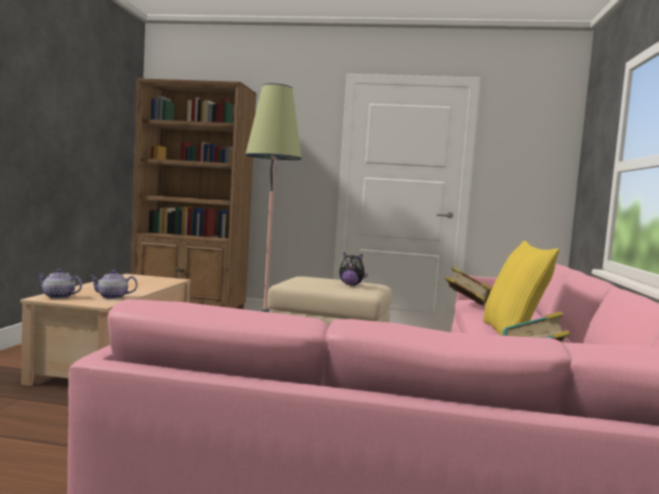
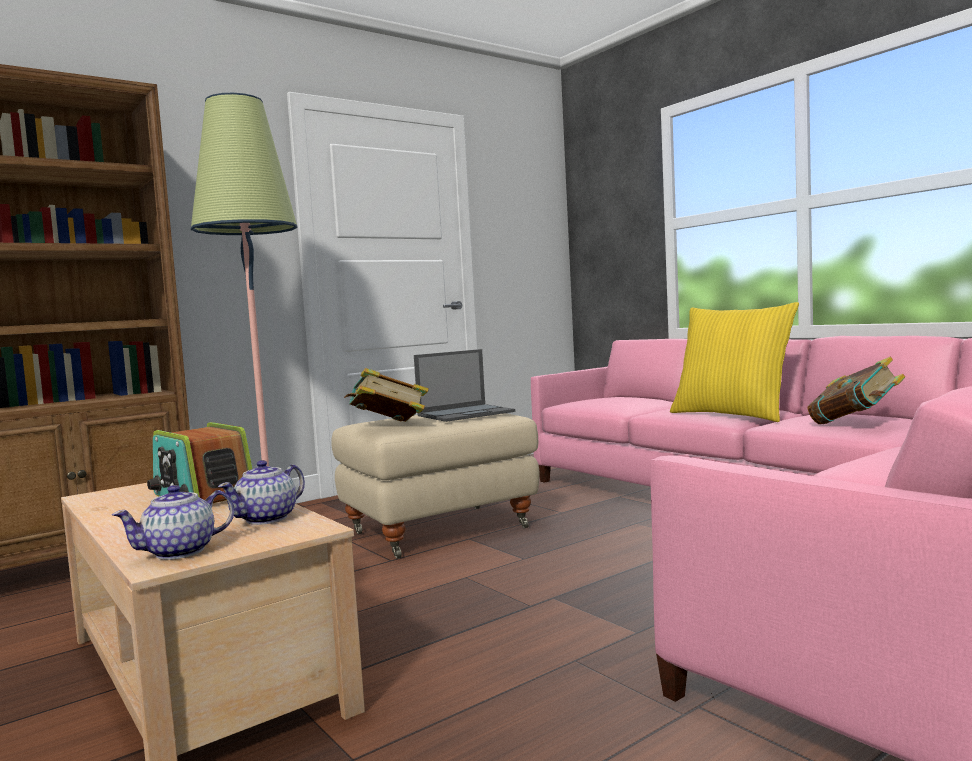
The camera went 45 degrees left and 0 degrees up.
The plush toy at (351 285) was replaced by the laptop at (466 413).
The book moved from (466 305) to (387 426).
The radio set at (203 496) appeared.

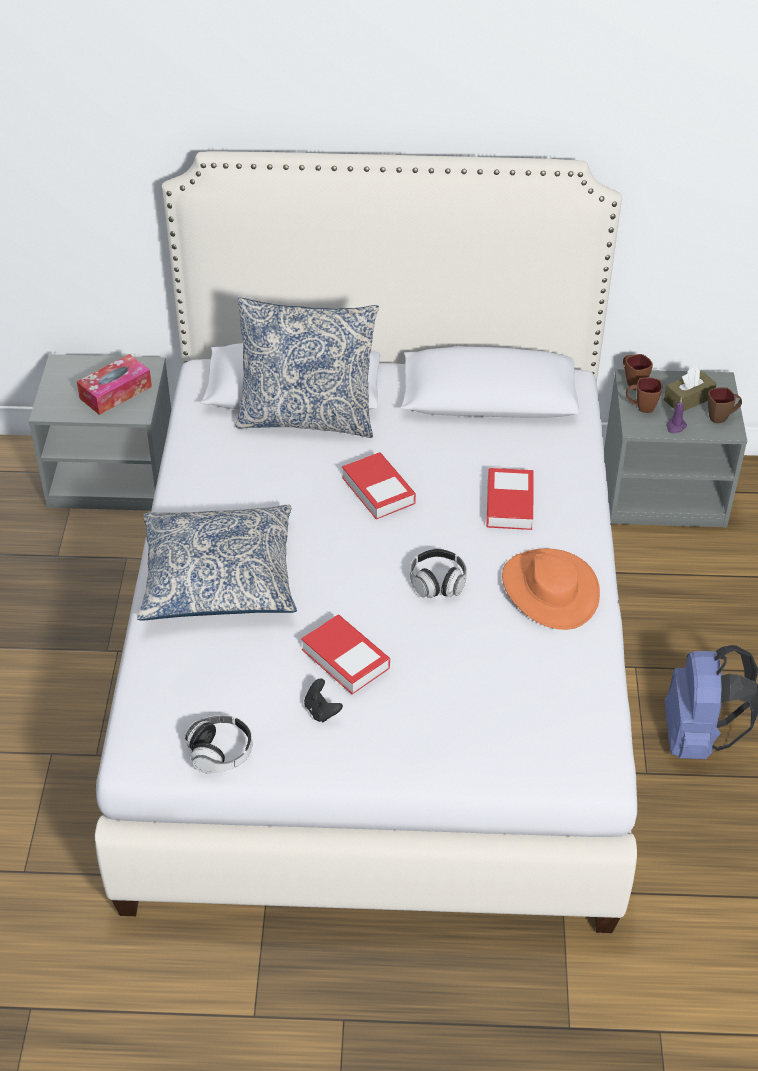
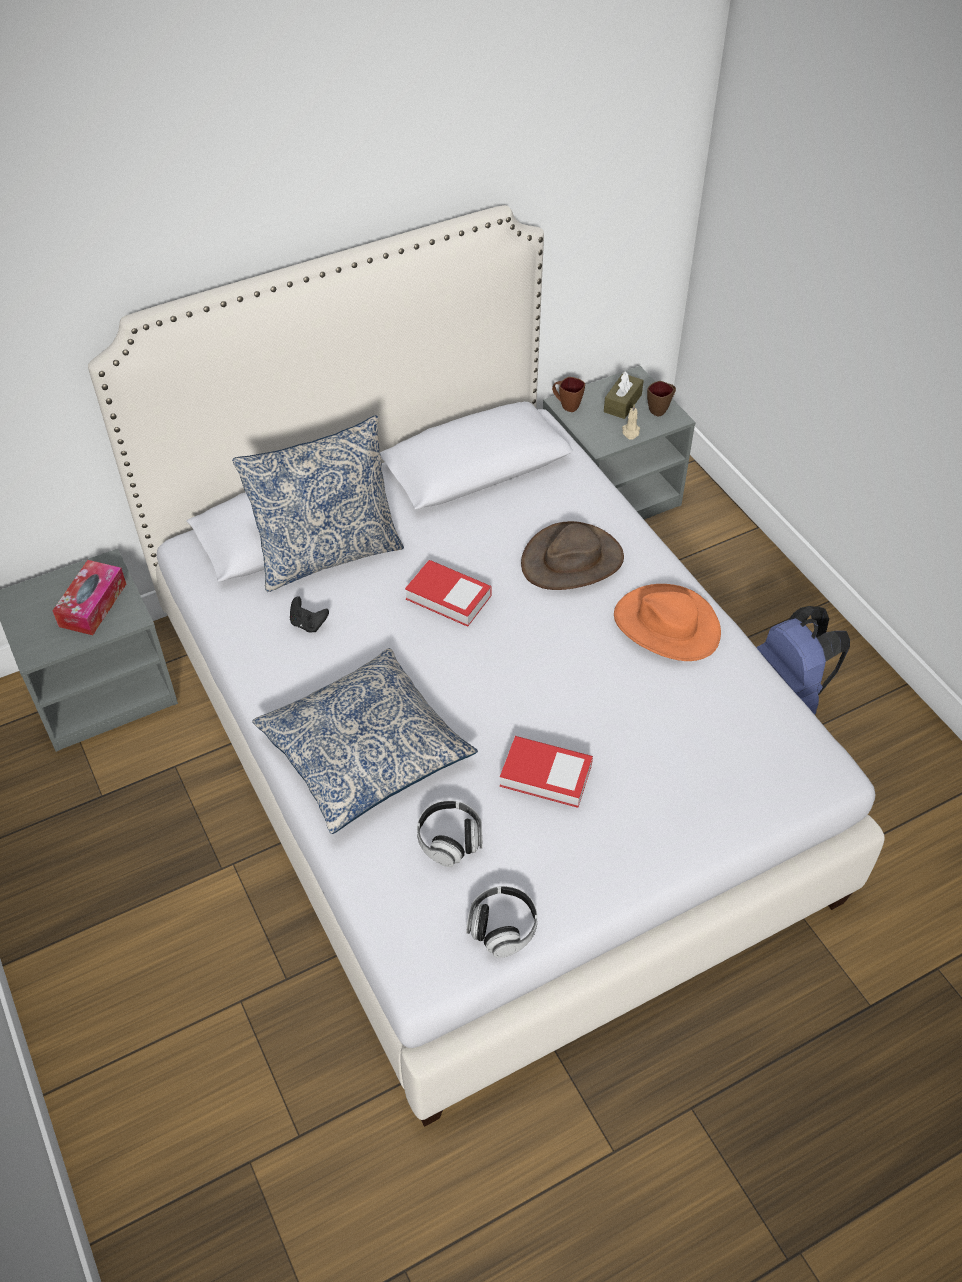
The camera went 30 degrees left and 5 degrees up.
The gamepad (black) moved from (321 711) to (308 624).
The pair of headphones moved from (437 583) to (450 840).
The book at (509 504) was replaced by the wearable hat (brown) at (572 560).
The coffee mug (brown) at (641 407) disappeared.
The wax candle (purplish) at (675 427) became the wax candle (sand-coloured) at (630 432).

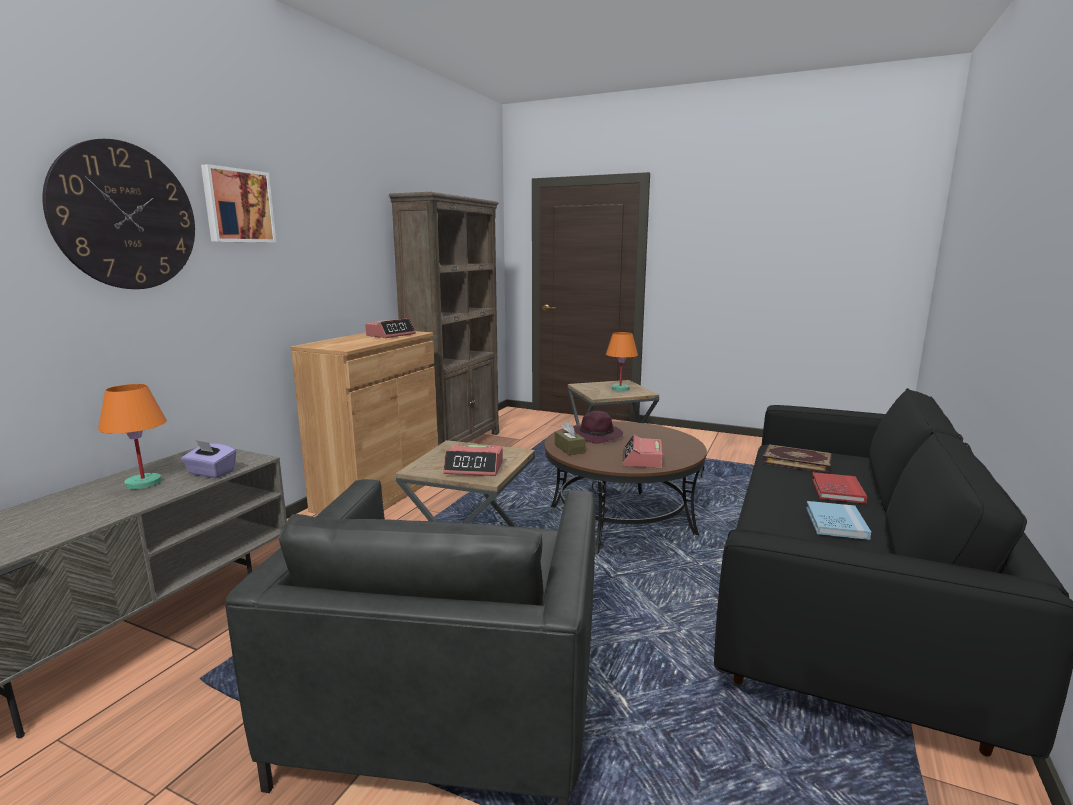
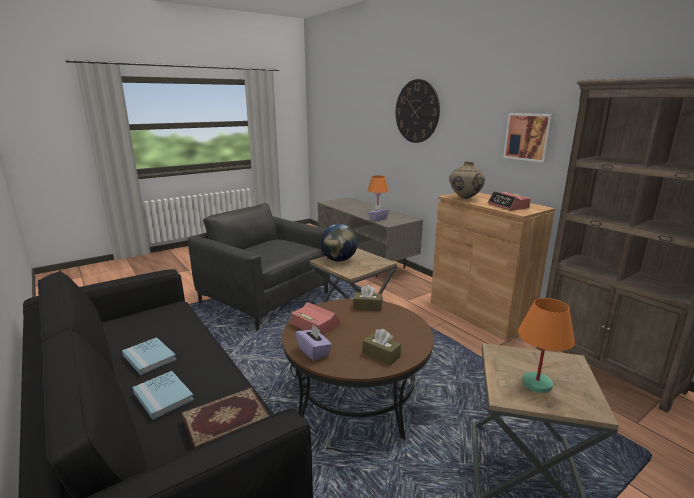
The camera went 120 degrees right and 5 degrees up.
The picture moved from (238 206) to (528 137).
The bedside clock at (474 468) was replaced by the desk globe at (339 260).
The wearable hat (purplish) at (597 436) disappeared.
The book (reddish) at (837 490) became the book (blue) at (163 396).
The box of tissues (purplish) at (314 352) appeared.
The box of tissues (brown) at (381 355) appeared.
The vase (sand-coloured) at (464 198) appeared.

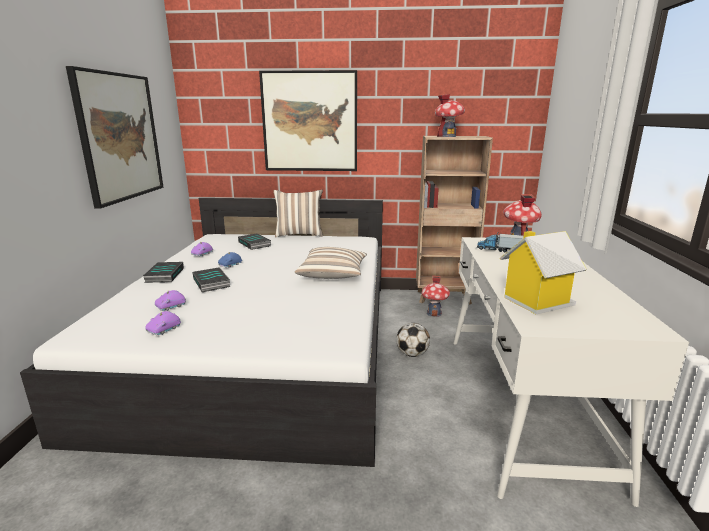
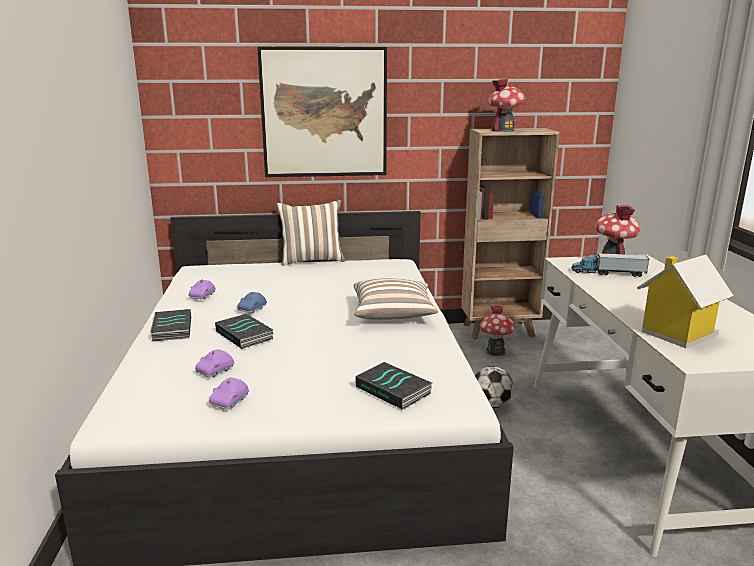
The camera went 10 degrees left and 0 degrees up.
The picture at (120 137) disappeared.
The book moved from (255 244) to (394 390).

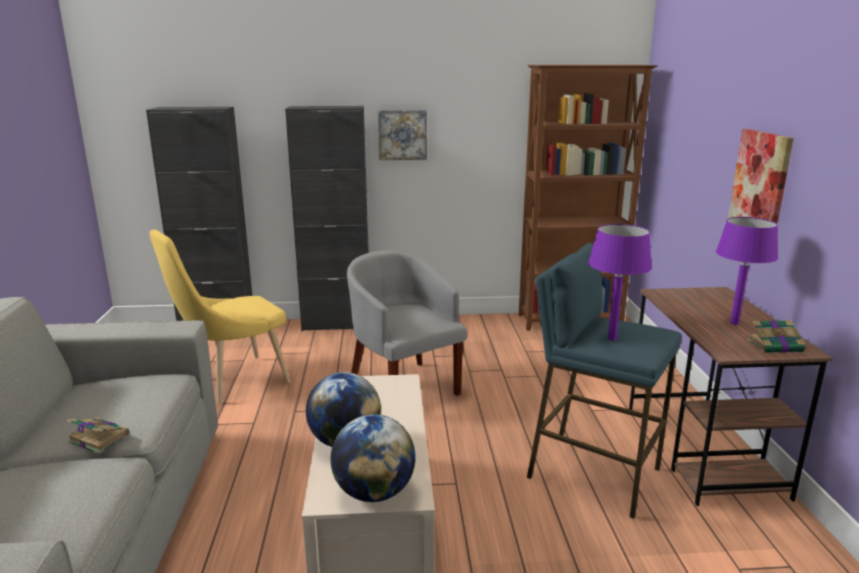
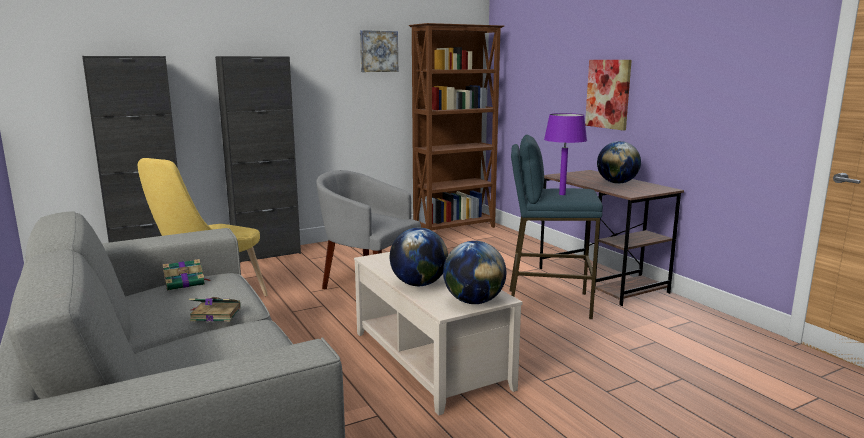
The camera went 25 degrees left and 5 degrees down.
The picture moved from (402 134) to (378 51).
The tabletop lamp (purplish) at (734 323) was replaced by the desk globe at (617 183).
The book moved from (776 346) to (185 283).

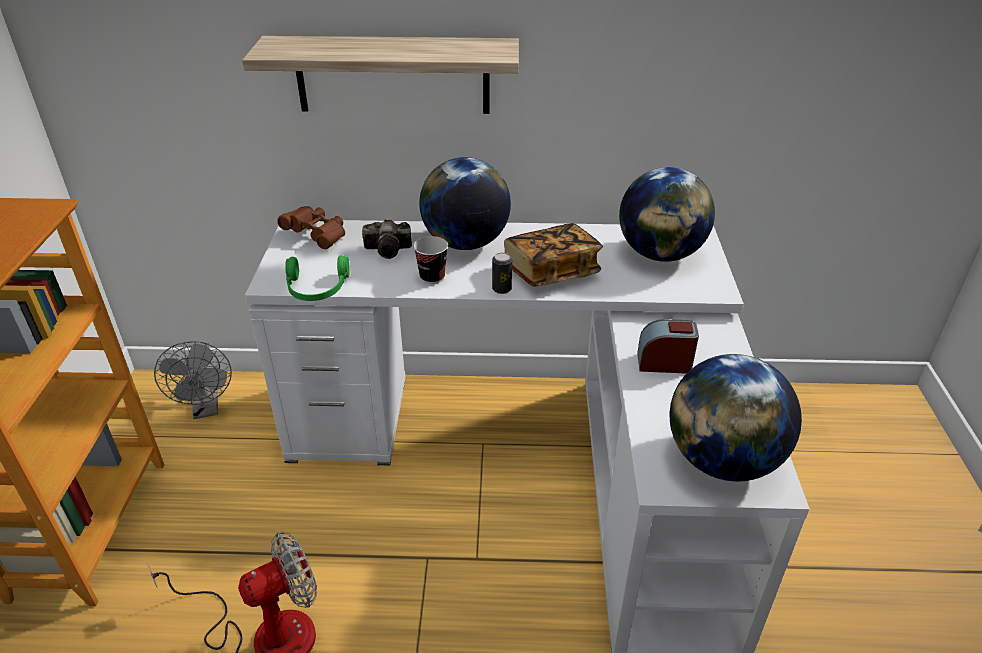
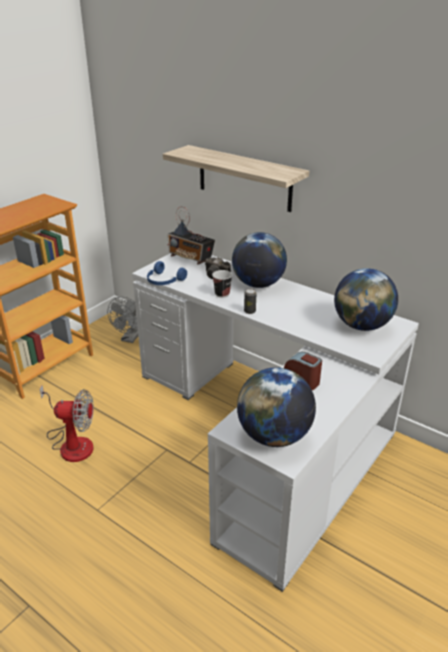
The camera went 35 degrees right and 5 degrees down.
The binoculars (brown) at (317 236) was replaced by the radio set at (191 258).
The pair of headphones (green-coloured) at (317 289) became the pair of headphones (blue) at (164 281).
The book at (551 272) disappeared.

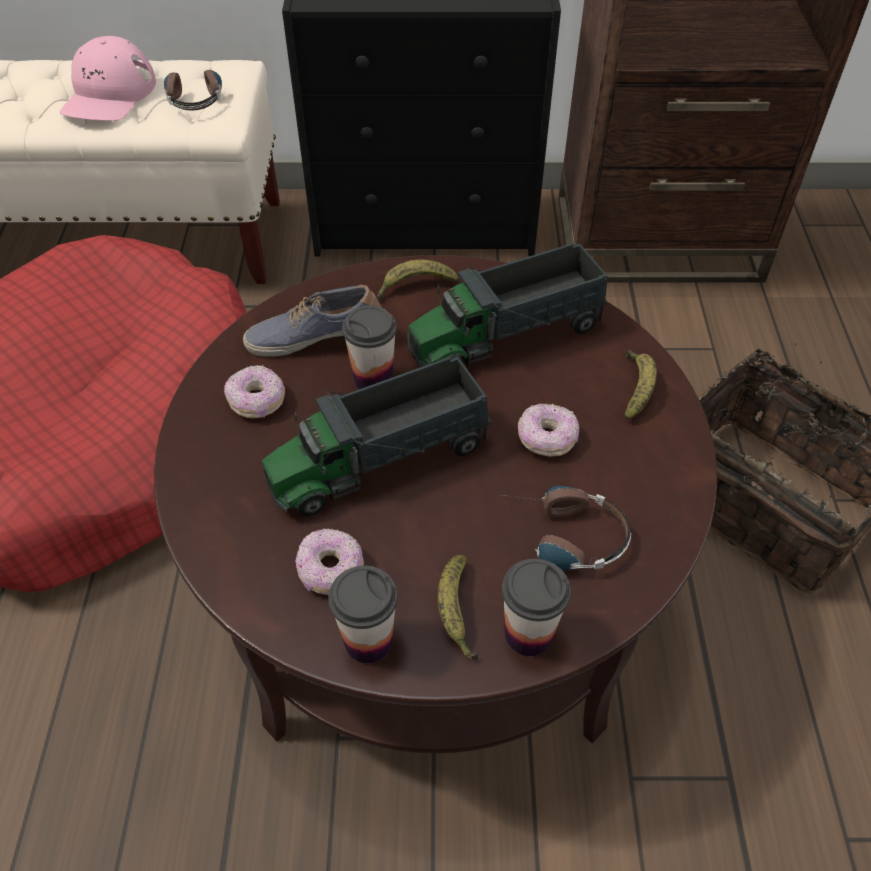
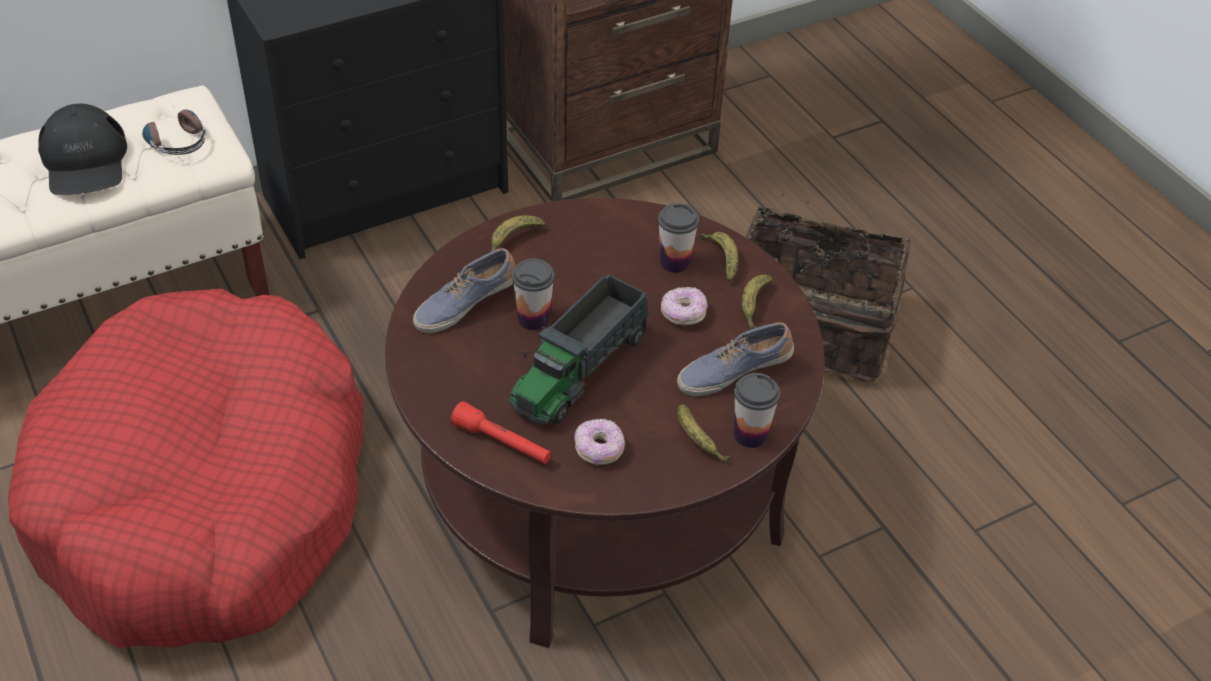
The camera went 30 degrees left and 5 degrees down.
The baseball cap (pink-coloured) at (109 94) became the baseball cap (black) at (85 161).
The ring doughnut at (257 401) disappeared.
The cup moved from (368 641) to (674 262).
The toy lorry at (506 336) disappeared.
The pair of headphones at (560 537) was replaced by the shoe at (733 372).
The flashlight (reddish) at (502 443) appeared.
The banana at (753 306) appeared.

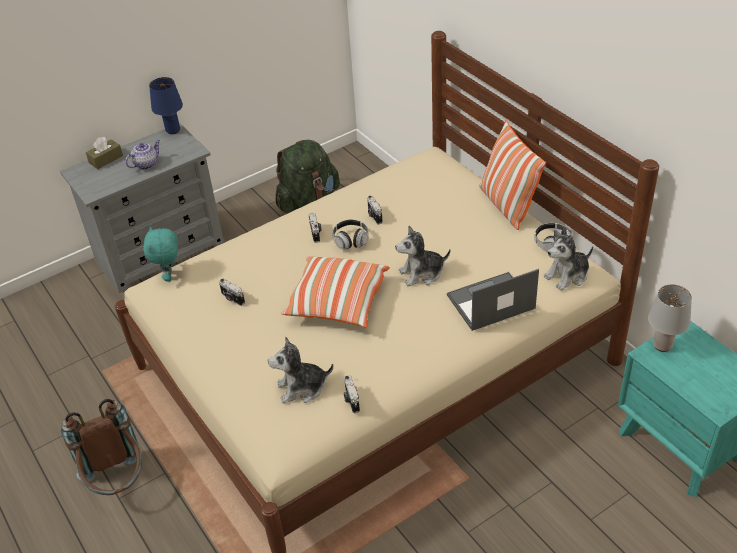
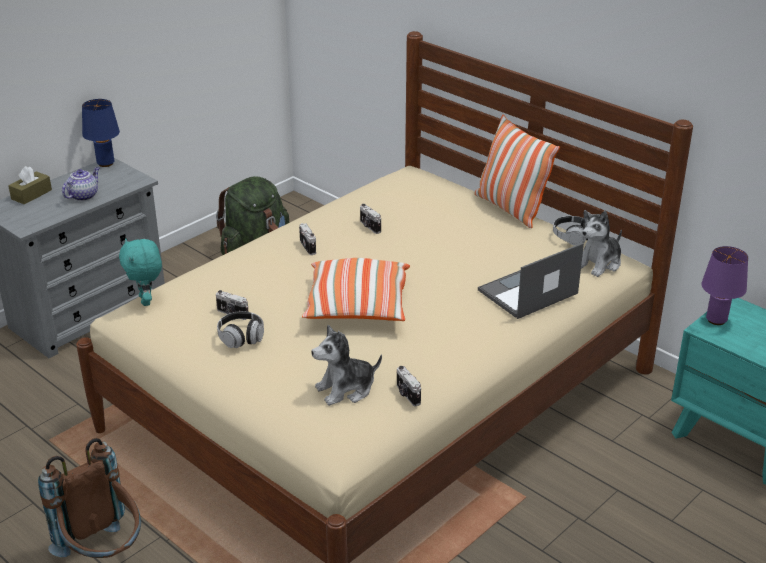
The camera went 15 degrees left and 10 degrees down.
The pair of headphones moved from (351 240) to (241 338).
The plush toy at (422 273) disappeared.
The tabletop lamp (gray) at (663 345) became the tabletop lamp (purplish) at (716 320).

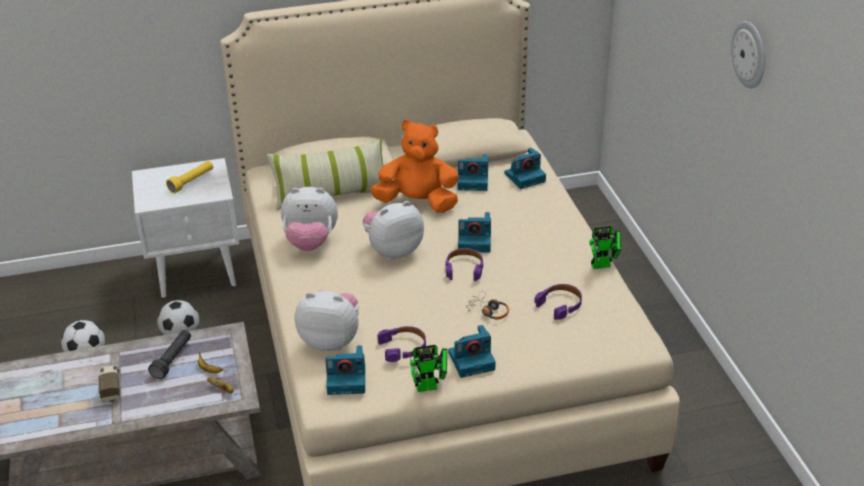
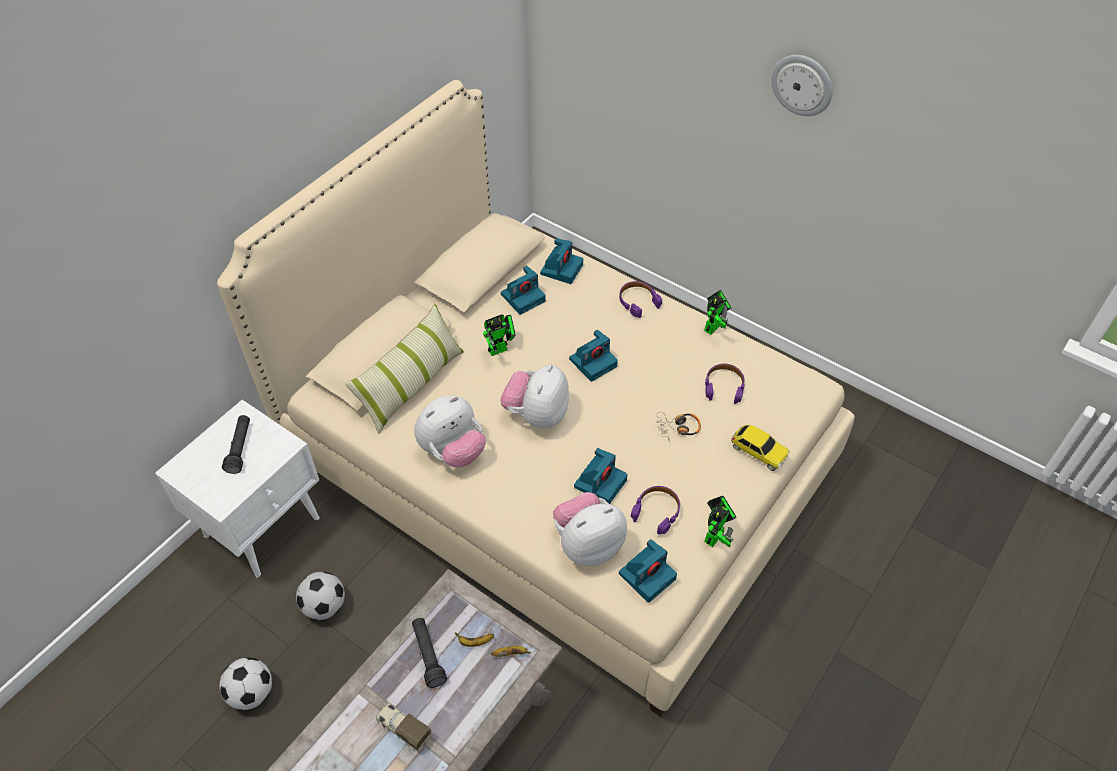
The camera went 40 degrees left and 15 degrees up.
The flashlight (yellowish) at (191 182) became the flashlight (black) at (240 448).
The plush toy (orangey) at (418 203) was replaced by the robot figure at (500 349).
The pair of headphones (purplish) moved from (464 268) to (638 302).
The still camera moved from (472 360) to (600 482).
The toy car at (758 451) appeared.

